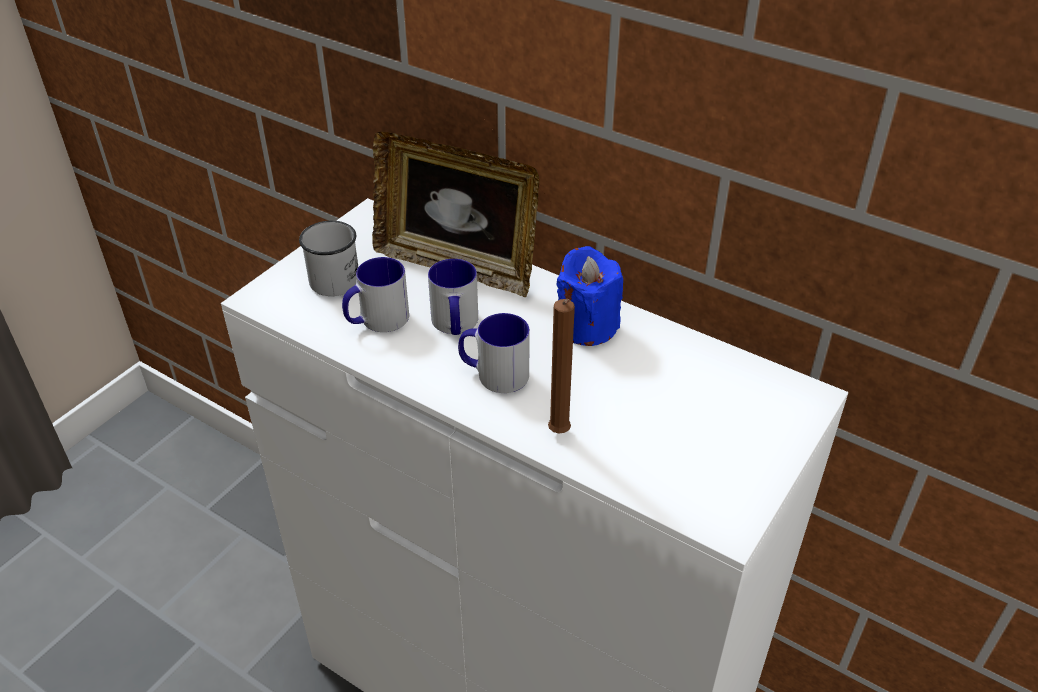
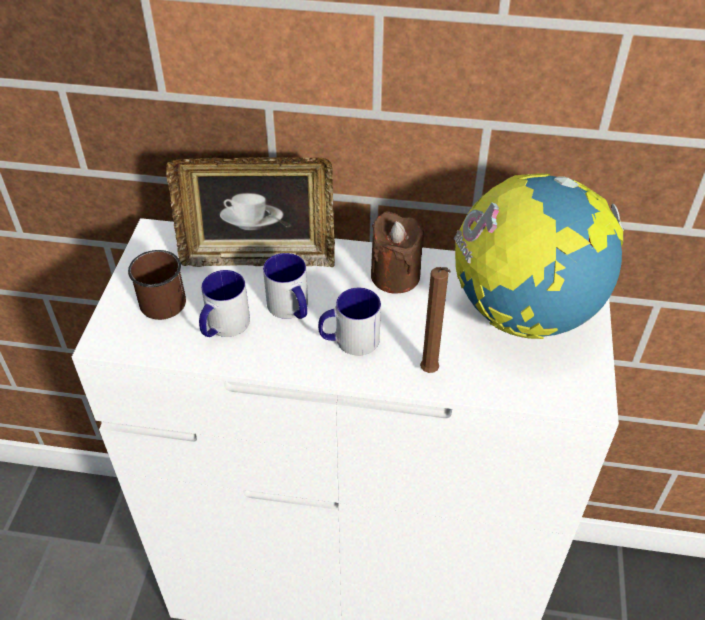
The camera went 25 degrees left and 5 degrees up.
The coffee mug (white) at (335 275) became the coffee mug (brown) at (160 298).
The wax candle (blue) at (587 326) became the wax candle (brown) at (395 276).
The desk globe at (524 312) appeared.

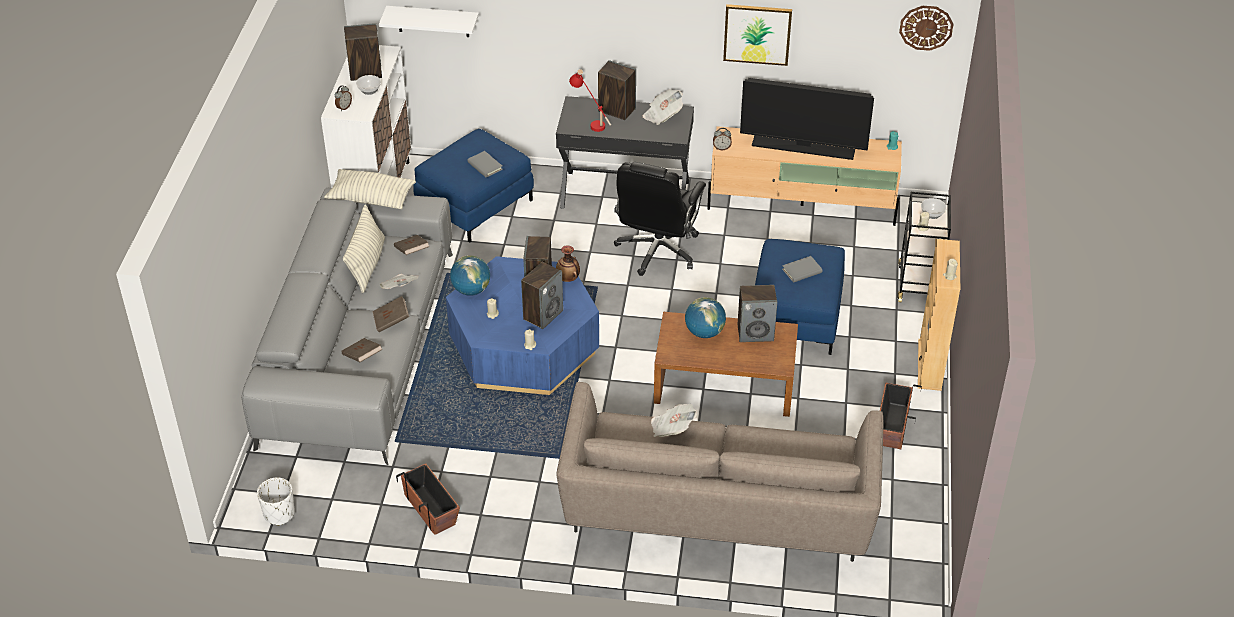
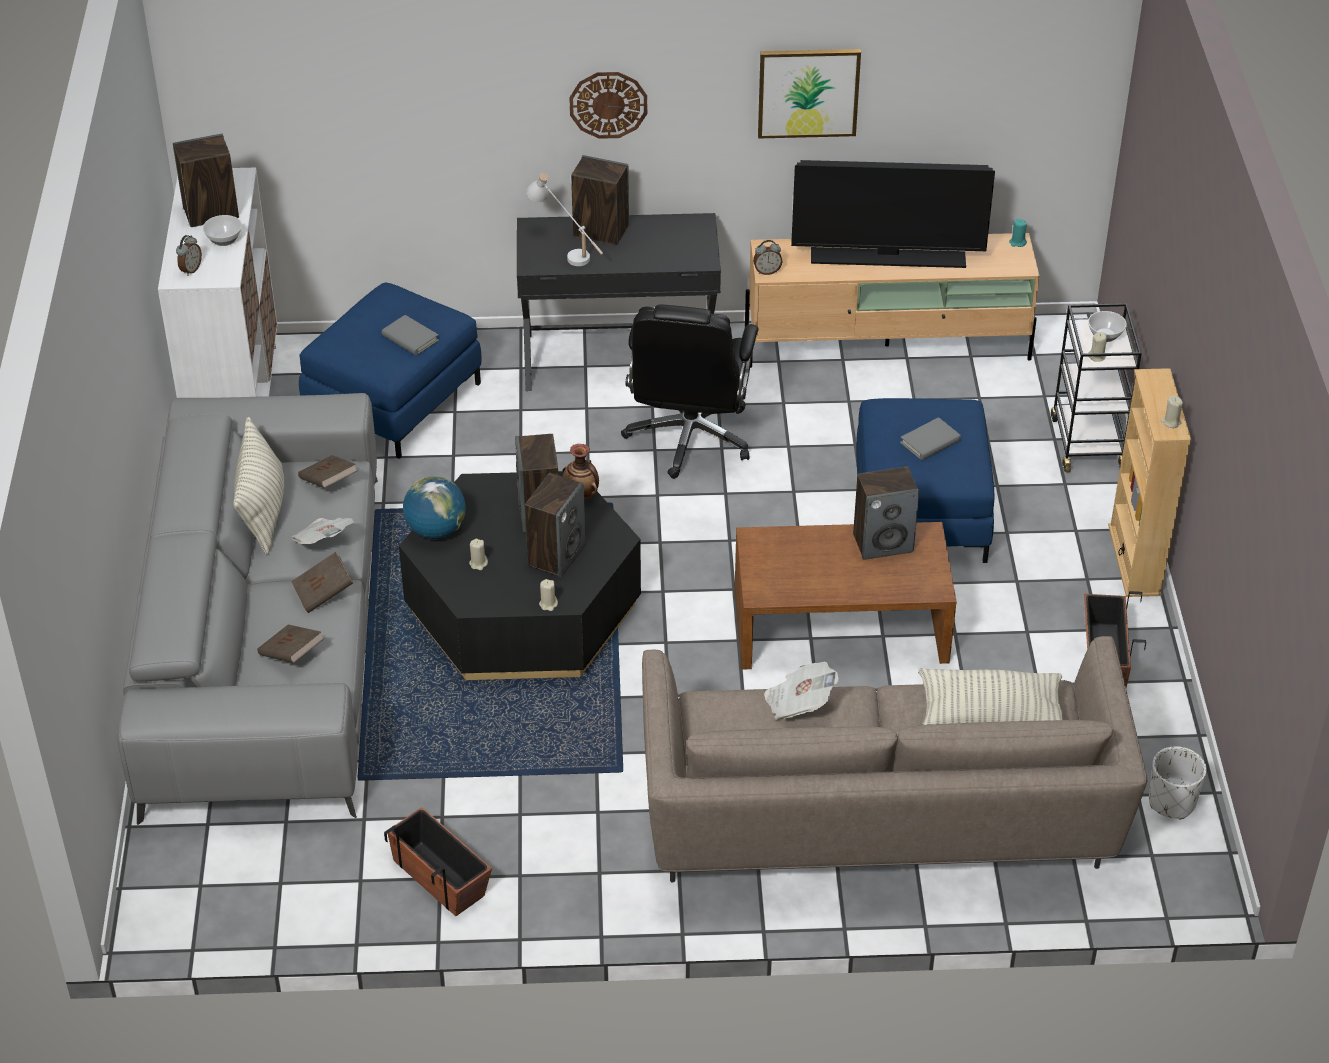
The camera went 10 degrees left and 0 degrees up.
The plant pot (white) moved from (279 514) to (1172 802).
The cushion moved from (371 198) to (990 715).
The wall shelf (white) at (433 21) disappeared.
The low table (blue) at (524 347) became the low table (black) at (523 609).
The tabletop lamp (reddish) at (591 121) became the tabletop lamp (white) at (567 251).
The daily paper at (662 115) disappeared.
The desk globe at (704 332) disappeared.
The hanging clock moved from (926 27) to (608 104).

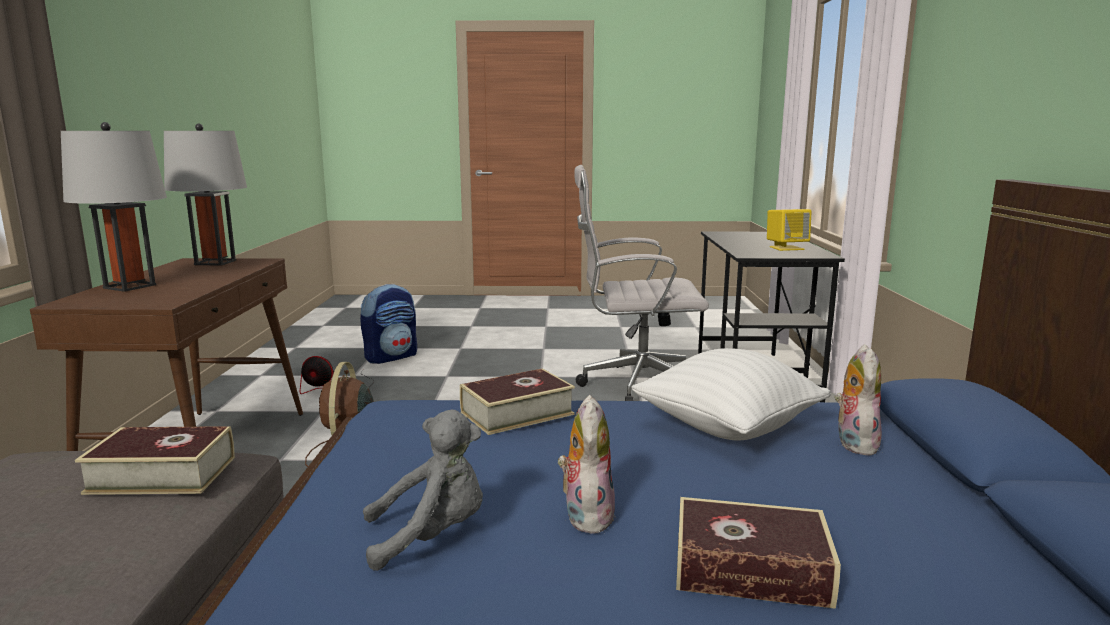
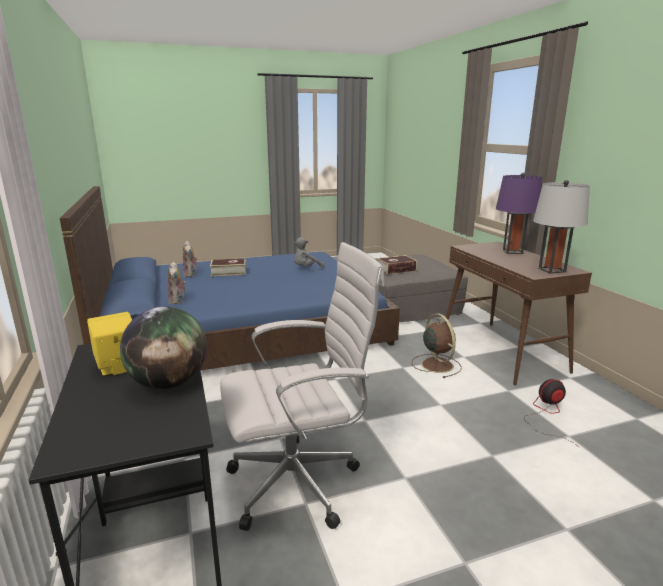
The camera went 160 degrees right and 5 degrees up.
The tabletop lamp (gray) at (130 286) became the tabletop lamp (purplish) at (512 251).
The backpack at (391 357) disappeared.
The book at (517 413) disappeared.
The plush toy moved from (586 515) to (191 274).
The cushion (white) at (727 428) disappeared.
The desk globe at (169 383) appeared.

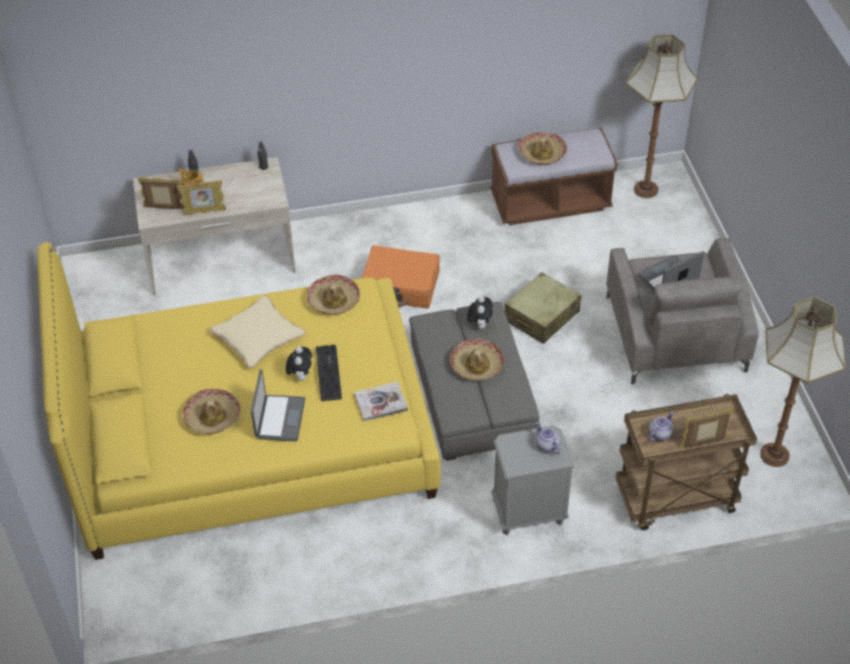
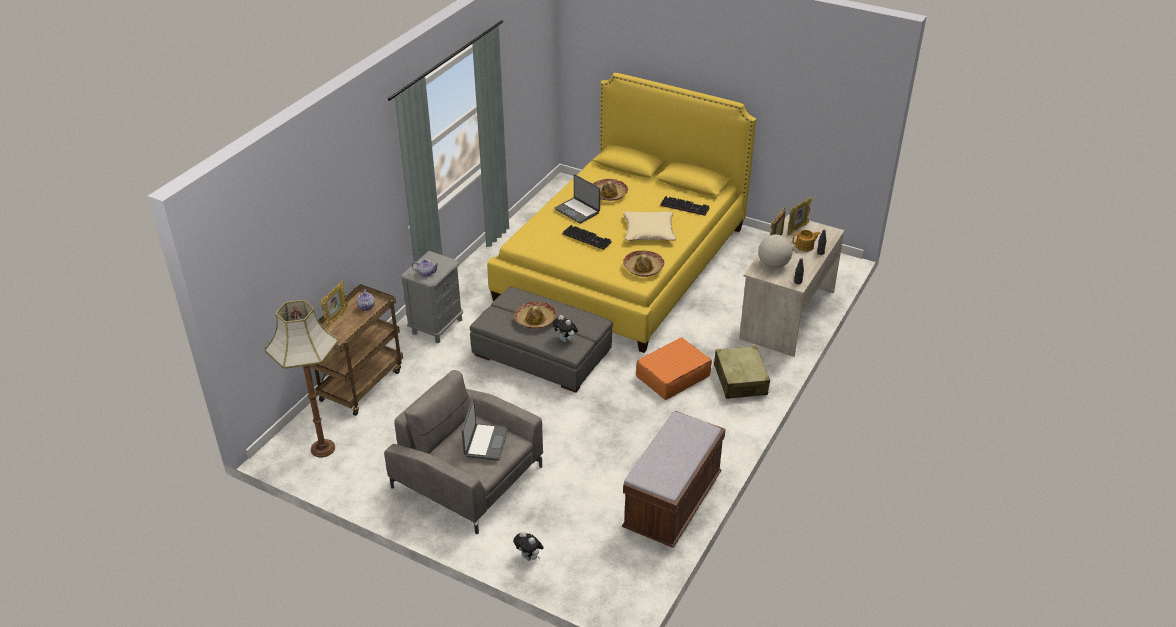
The camera went 130 degrees right and 10 degrees down.
The plush toy moved from (300 375) to (529 557).
The book at (381 402) disappeared.
The travel case (sand-coloured) moved from (541 316) to (740 380).
The wearable hat at (542 153) disappeared.
The standard lamp at (646 189) disappeared.
The PC keyboard at (685 206) appeared.
The desk globe at (773 265) appeared.

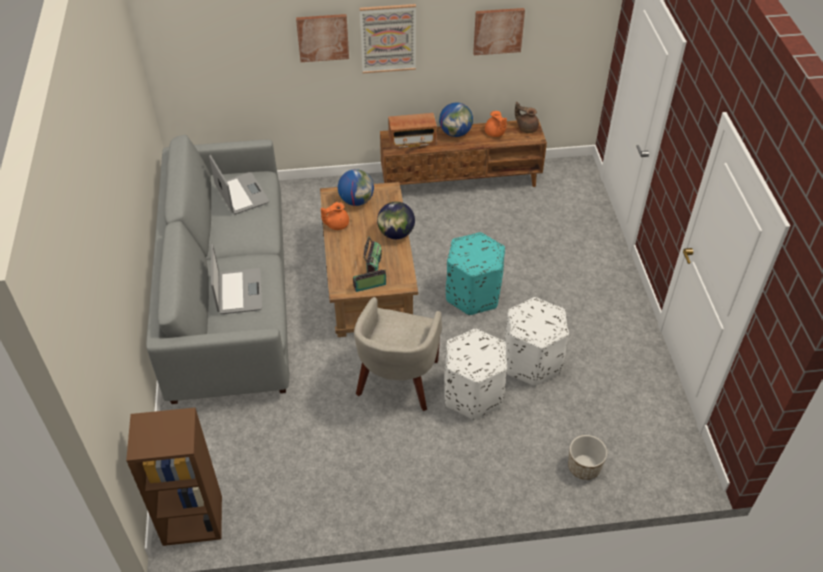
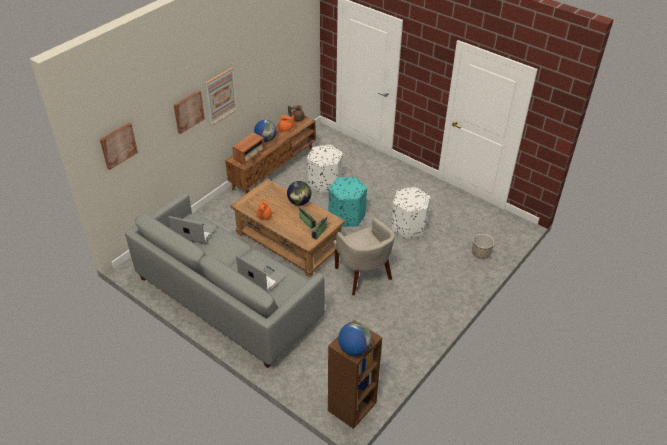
The camera went 45 degrees left and 5 degrees down.
The desk globe moved from (356 200) to (354 348).
The footrest (white) moved from (473 394) to (325 183).
The picture moved from (498 30) to (118 145).

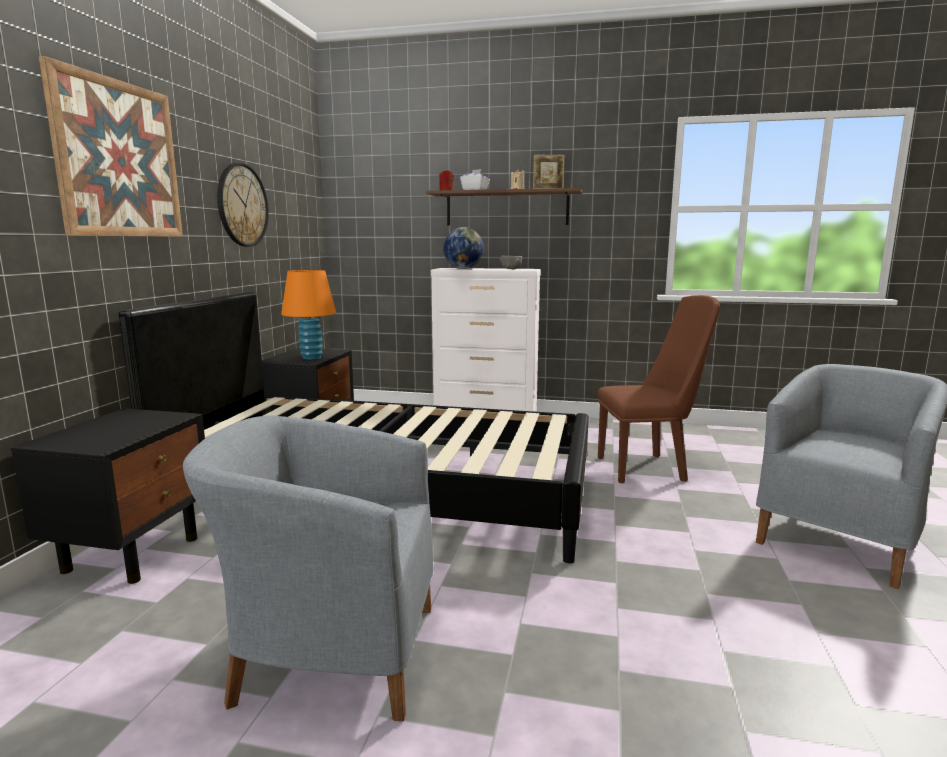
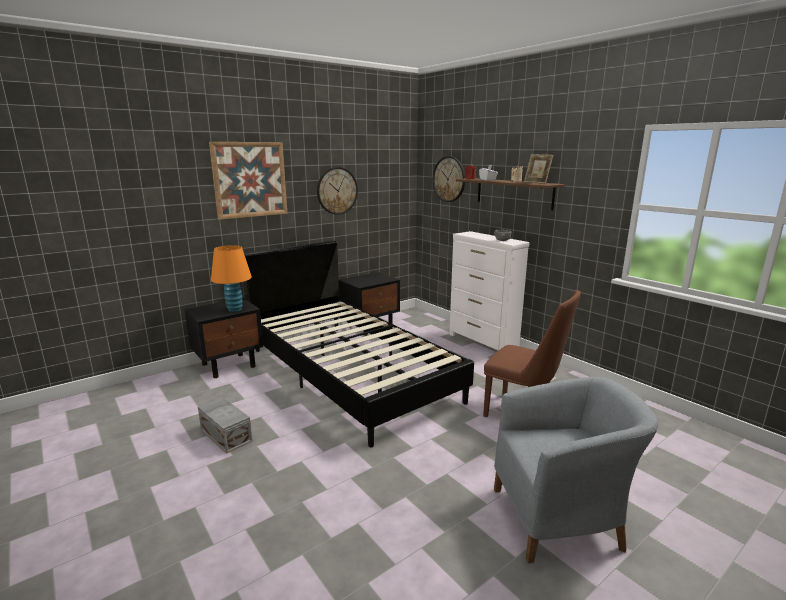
The camera went 40 degrees right and 5 degrees up.
The armchair (gray) at (329 652) was replaced by the storage box (gray) at (226 435).
The tabletop lamp (orangey) moved from (311 358) to (234 309).
The desk globe at (463 268) disappeared.
The hanging clock at (449 179) appeared.

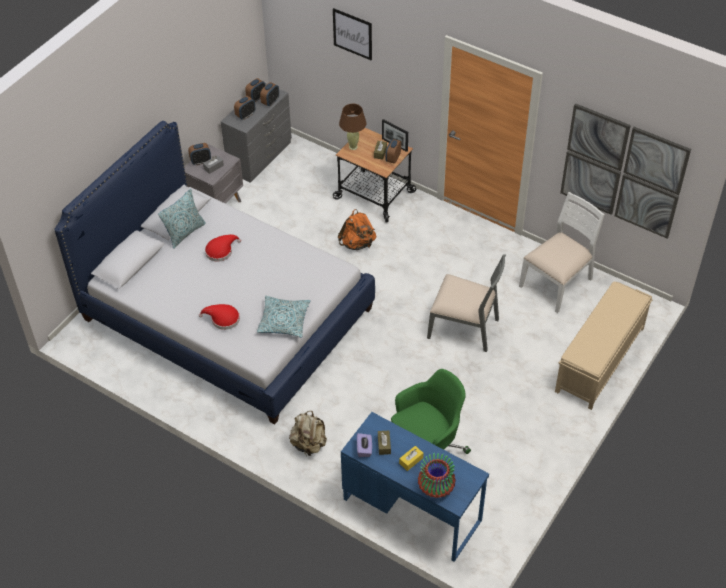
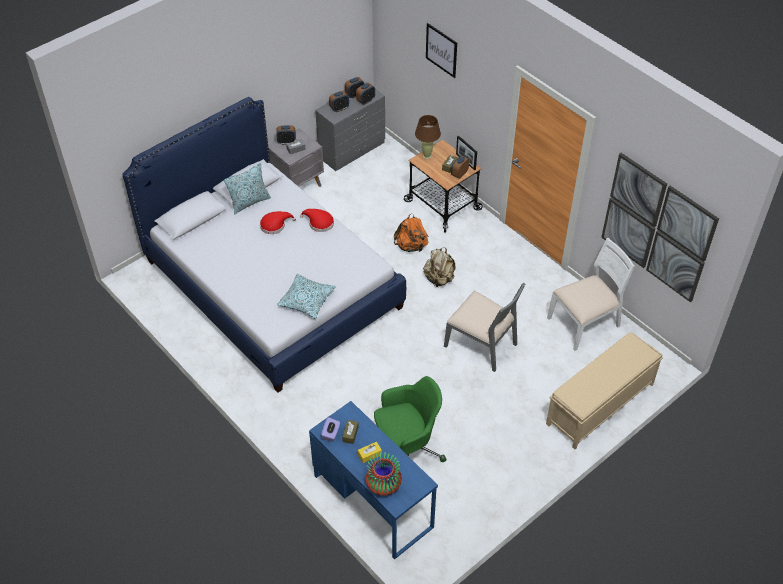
The camera went 15 degrees right and 0 degrees up.
The wearable hat (reddish) moved from (222 319) to (319 223).
The backpack (sand-coloured) moved from (309 444) to (439 279).

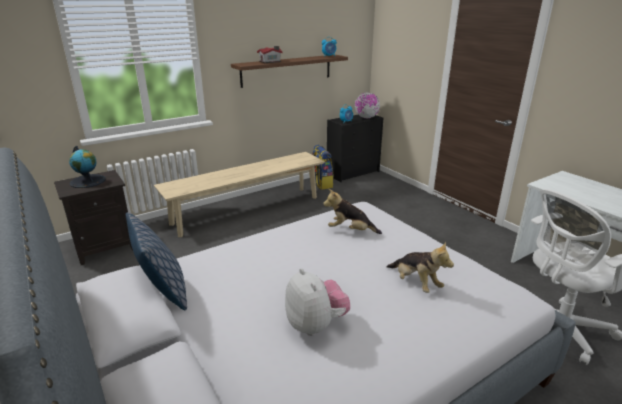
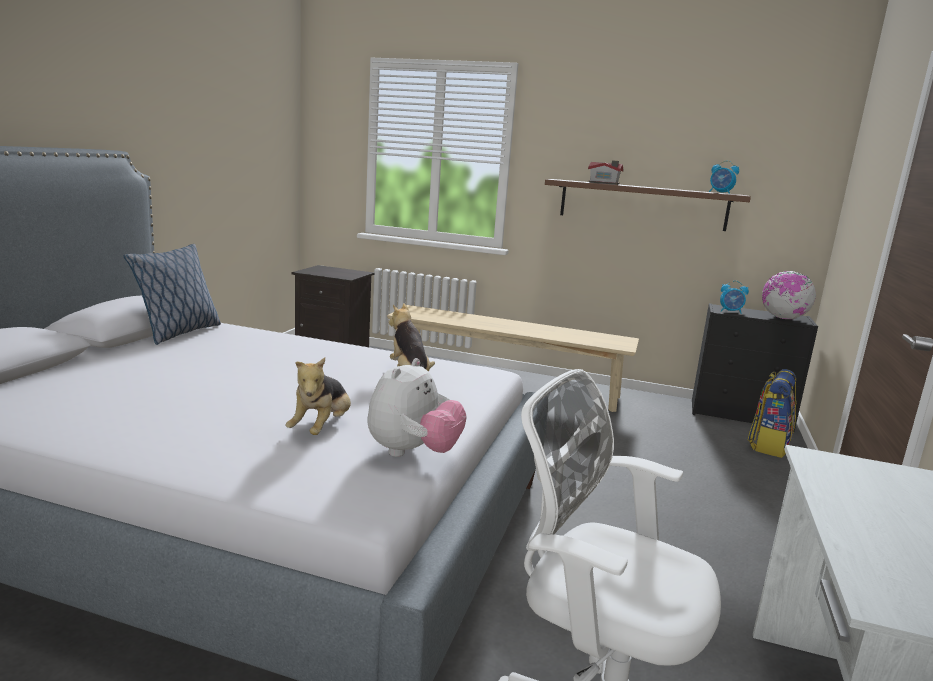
The camera went 50 degrees right and 10 degrees down.
The desk globe at (88 181) disappeared.
The plush toy moved from (316 325) to (413 453).
The backpack moved from (321 184) to (768 445).

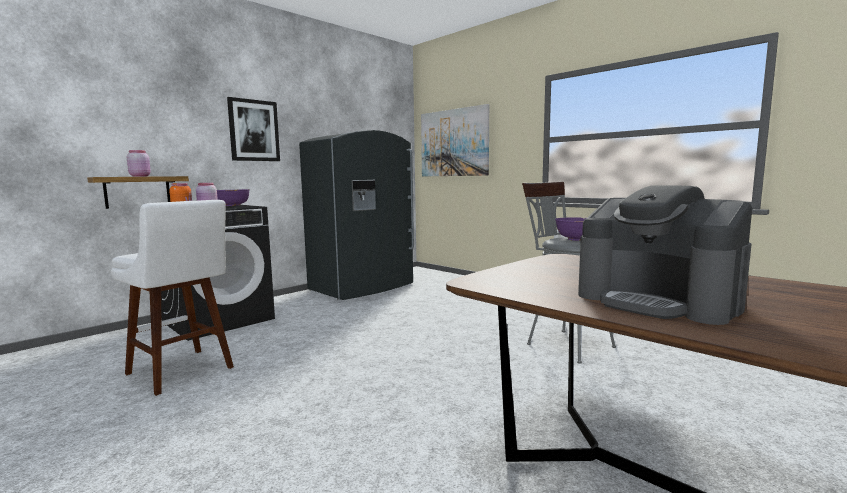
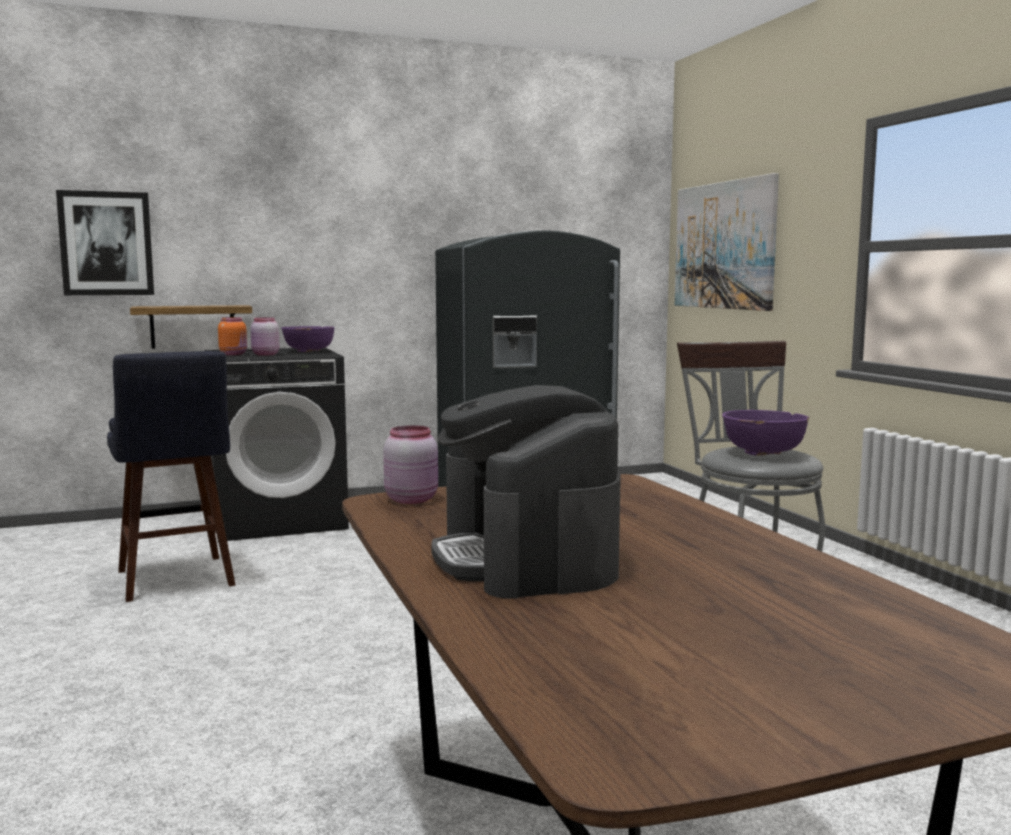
The camera went 25 degrees right and 0 degrees up.
The sitting stool (white) at (183 372) became the sitting stool (blue) at (176 581).
The preserve jar (pink-coloured) moved from (140 176) to (412 499).
The picture moved from (254 130) to (106 243).

